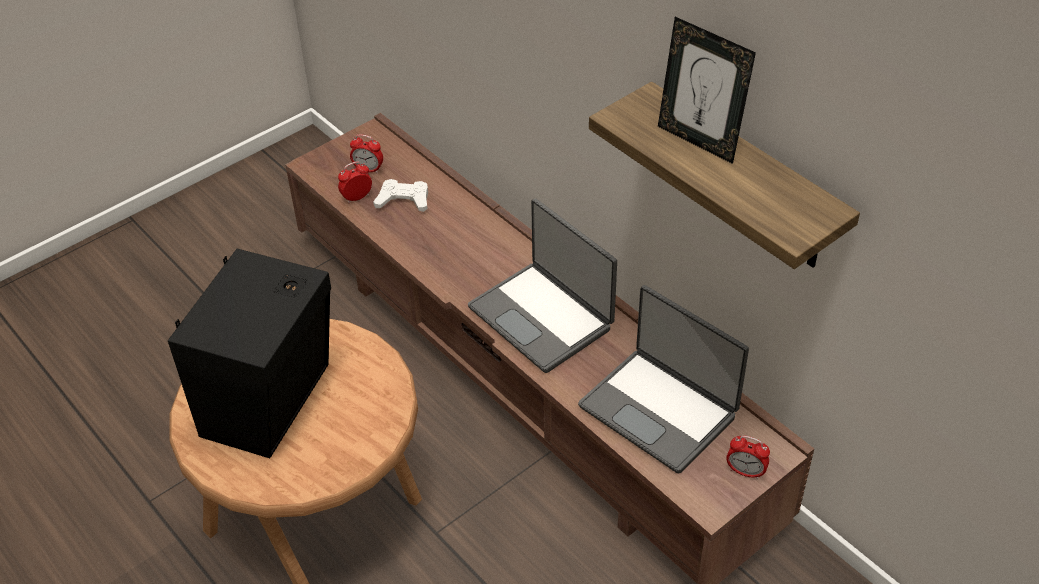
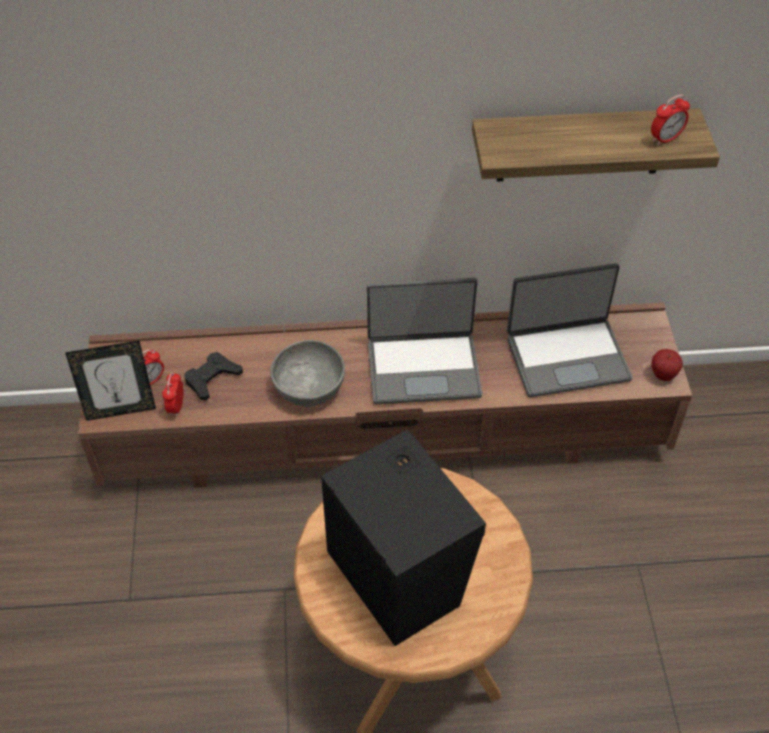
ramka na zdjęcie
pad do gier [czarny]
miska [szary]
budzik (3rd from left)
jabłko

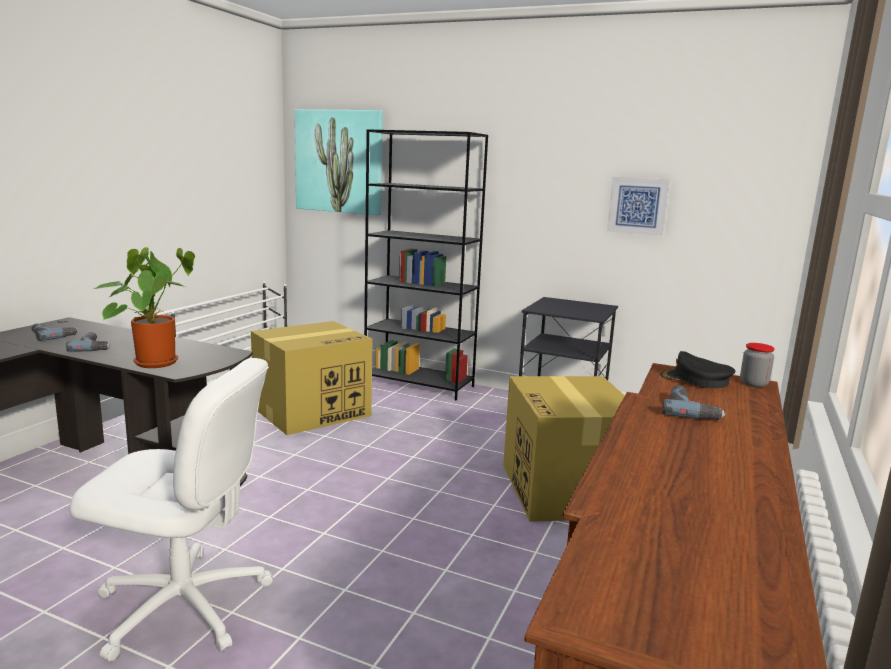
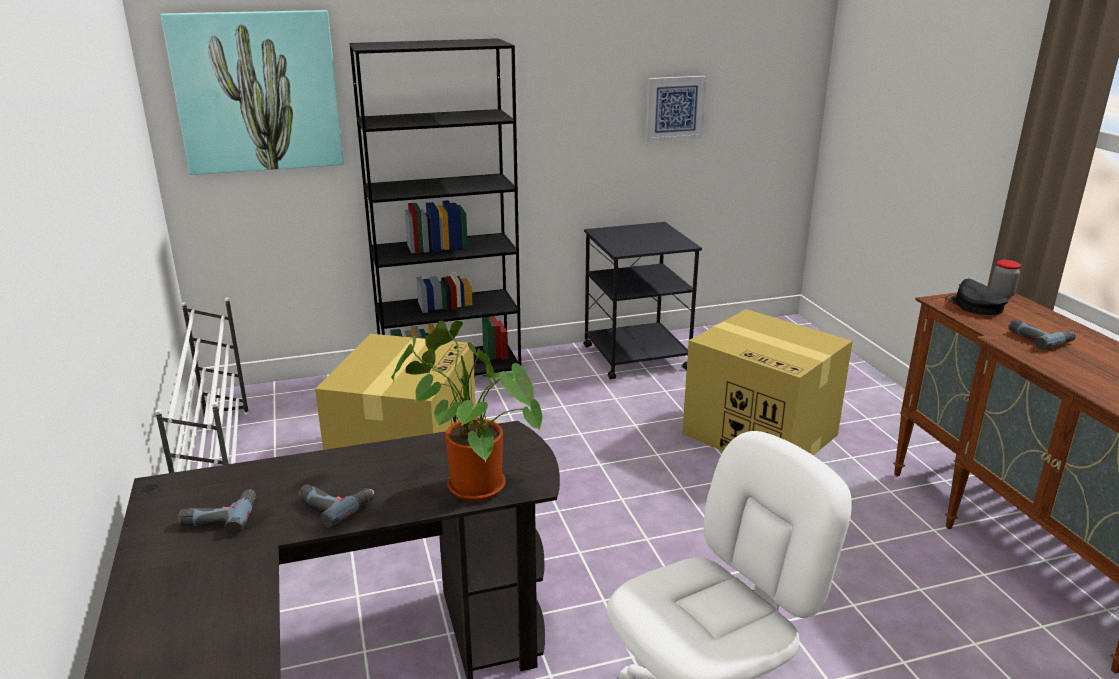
czapka z daszkiem [czarny]

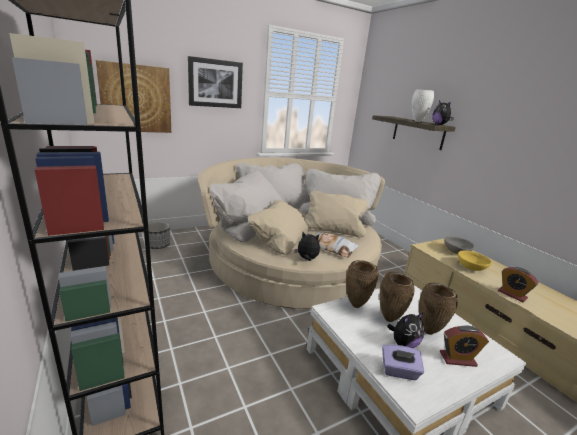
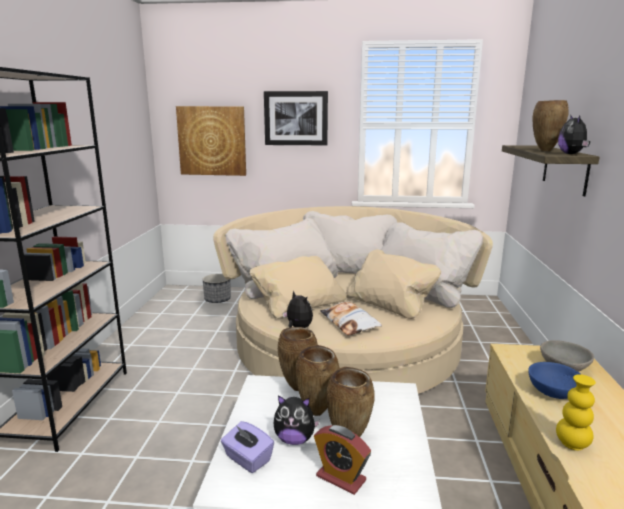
miska [niebieski]
wazon [brązowy] (4th from left)
wazon [żółty]

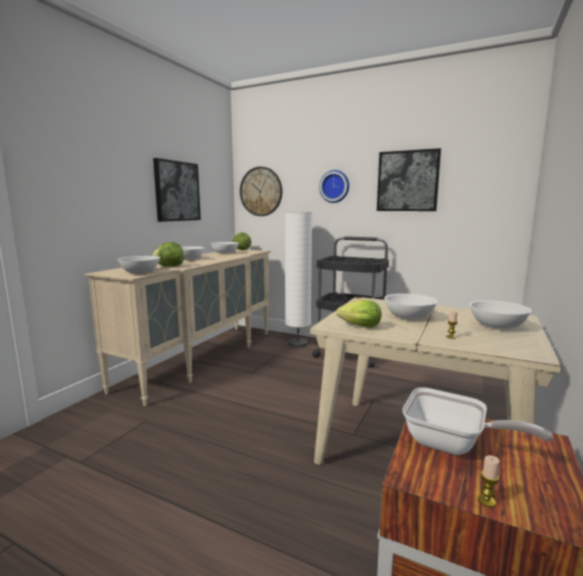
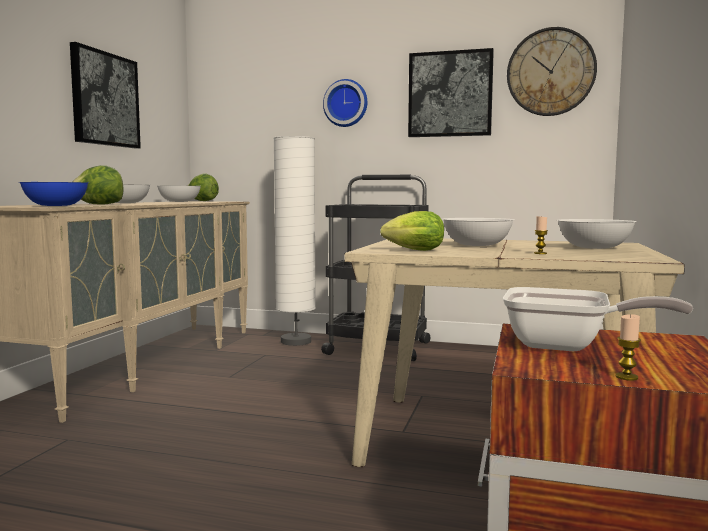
miska [niebieski]
zegar ścienny (2nd from left)

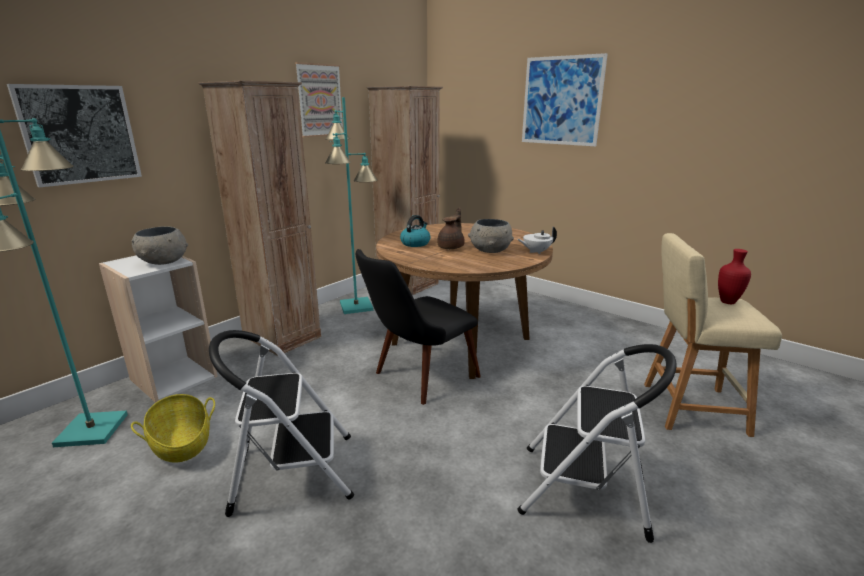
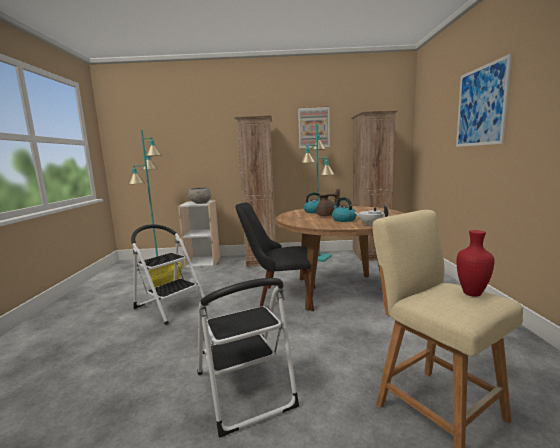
czajnik (2nd from left)
obraz (1st from left in the first image)

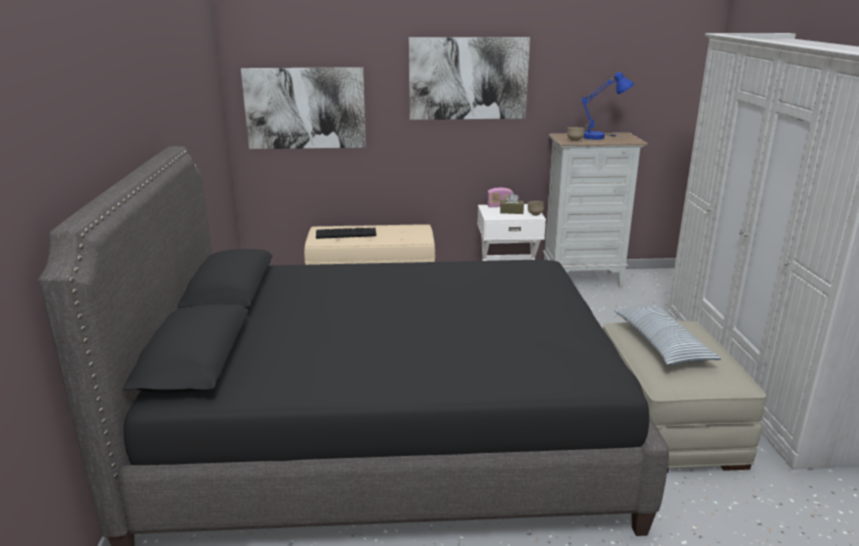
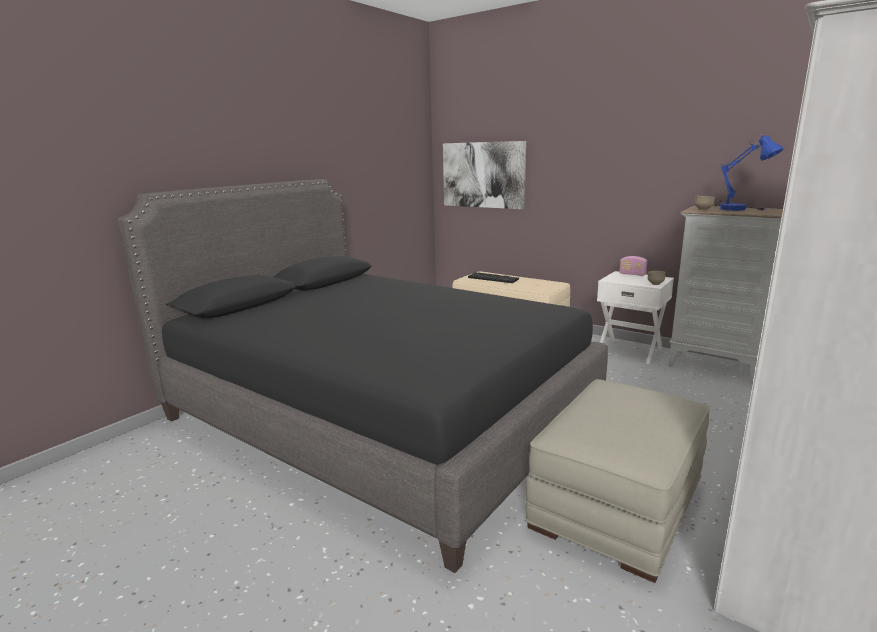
obraz (2nd from left in the first image)
pudełko chusteczek [brązowy]
poduszka

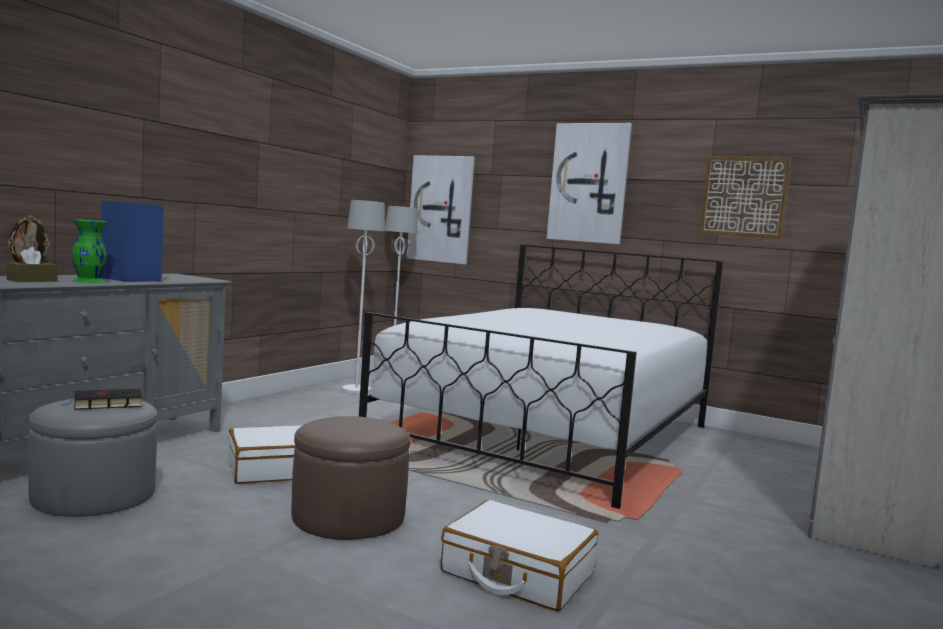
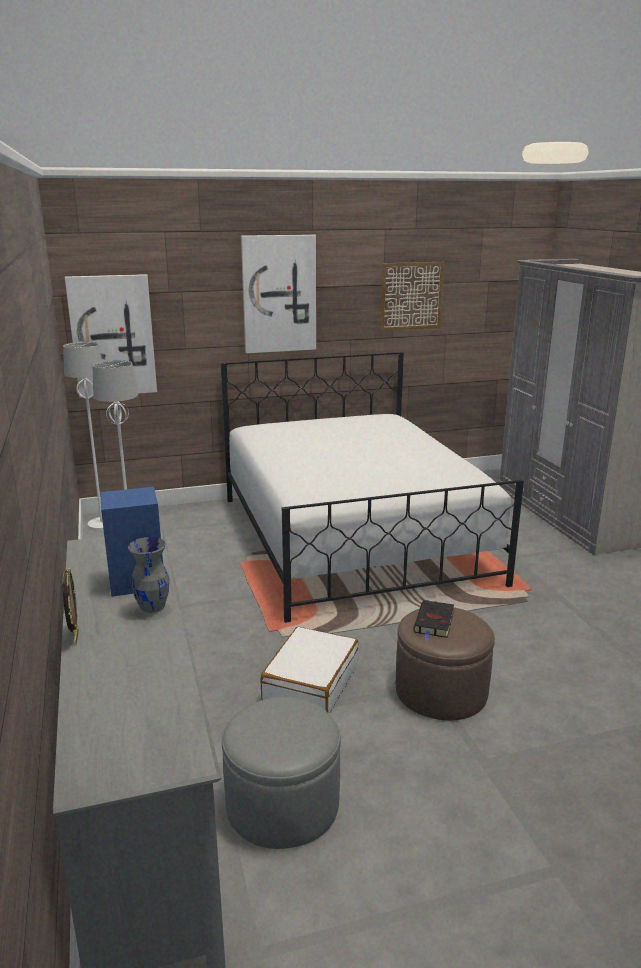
wazon [szary]
książka [czarny]
pudełko chusteczek [brązowy]
walizka [biały] (2nd from left in the first image)

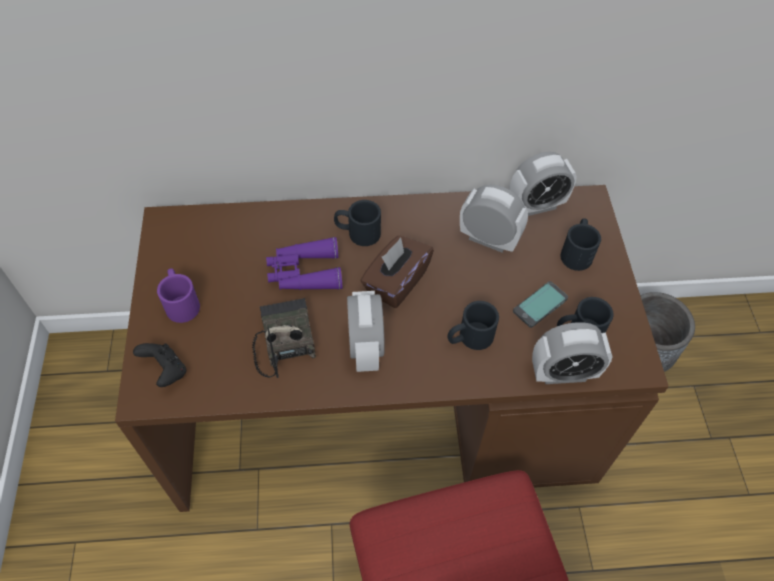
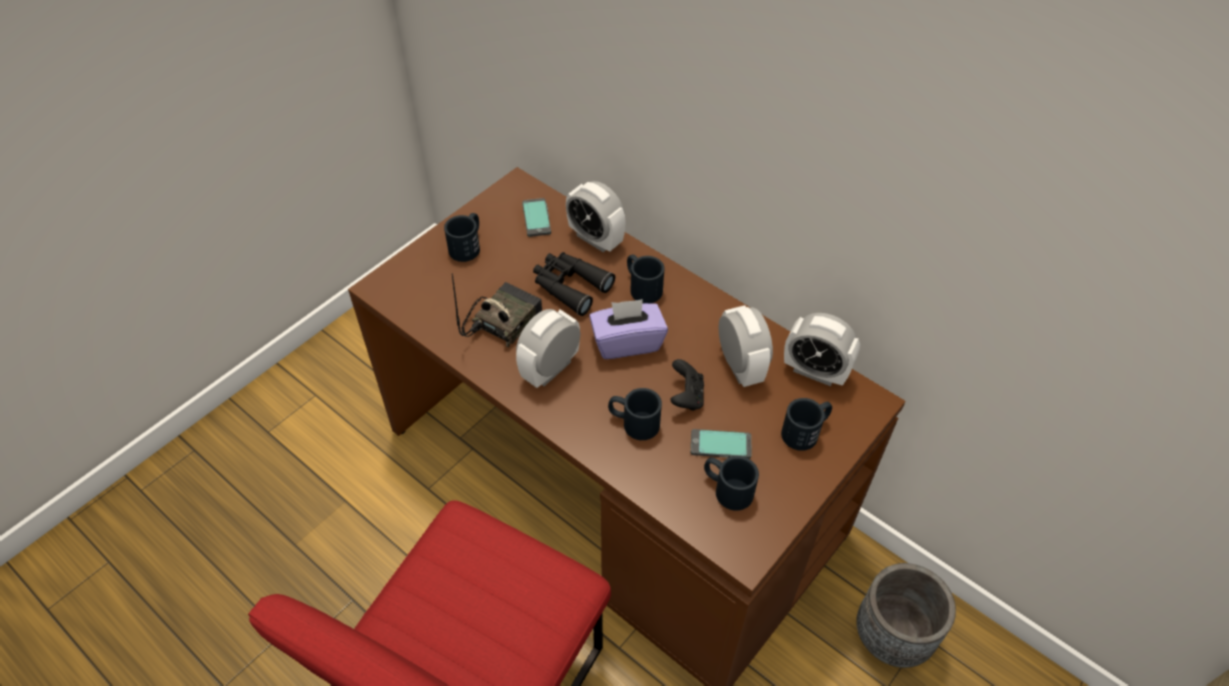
kubek [czarny] (1st from left)
telefon (1st from left)
lornetka [czarny]
budzik (2nd from left)
pudełko chusteczek [fioletowy]
pad do gier [czarny]

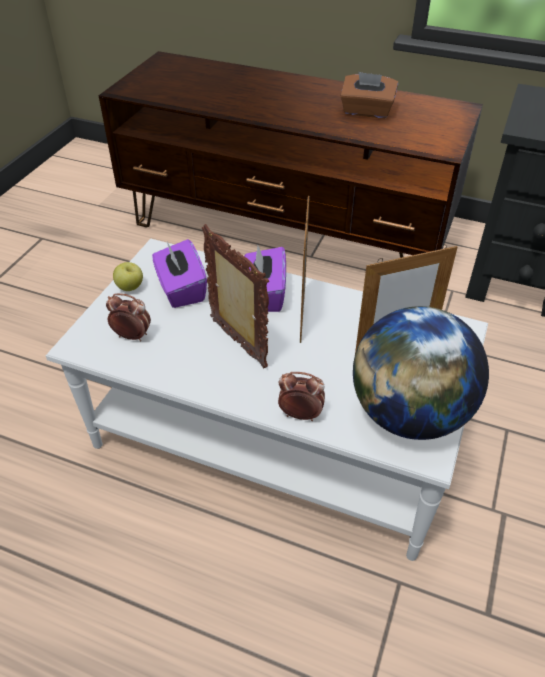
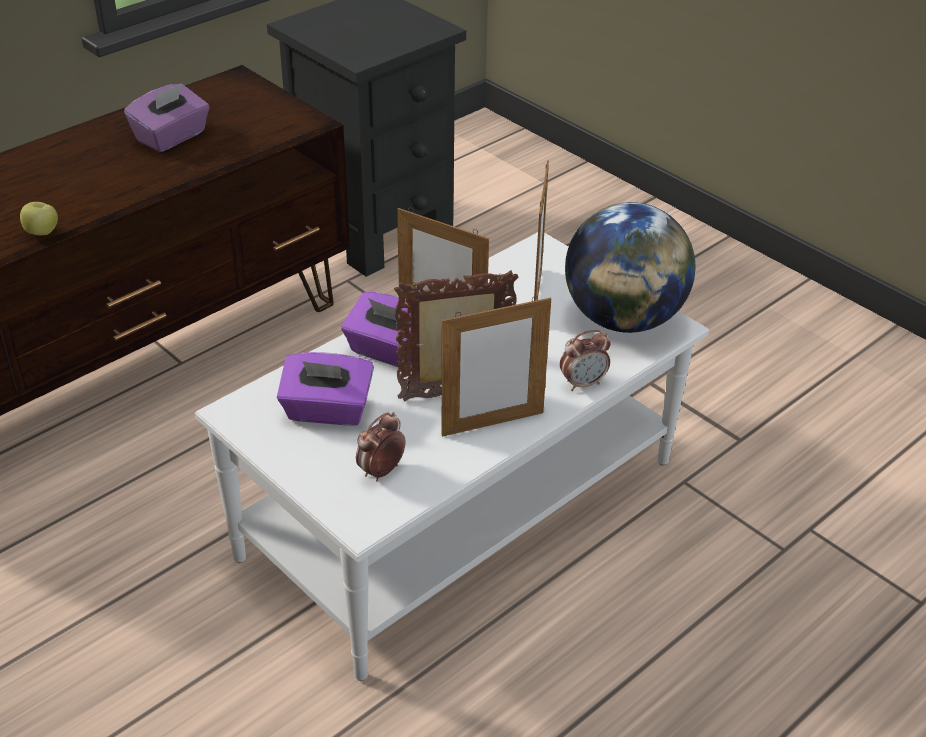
jabłko
pudełko chusteczek [fioletowy] (1st from left)
ramka na zdjęcie (3rd from left)
budzik (2nd from left)

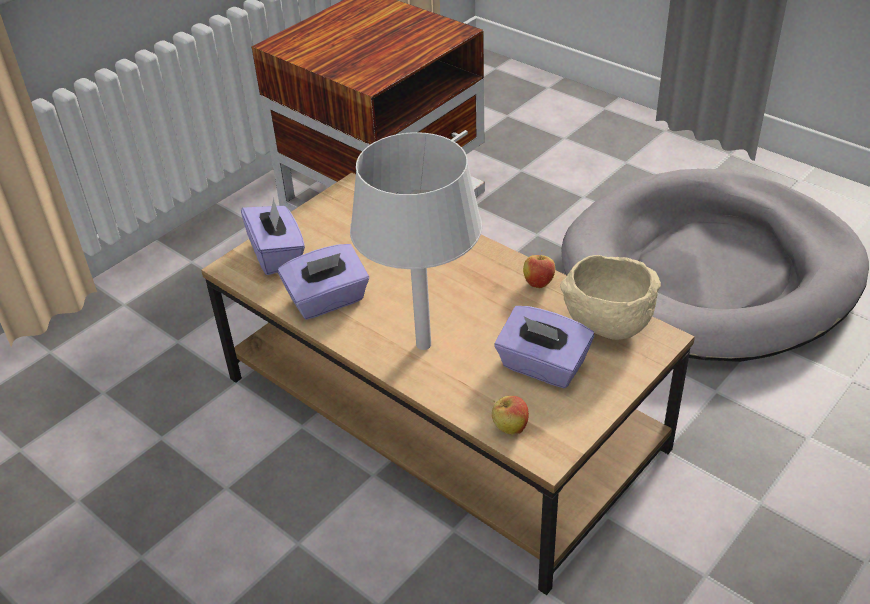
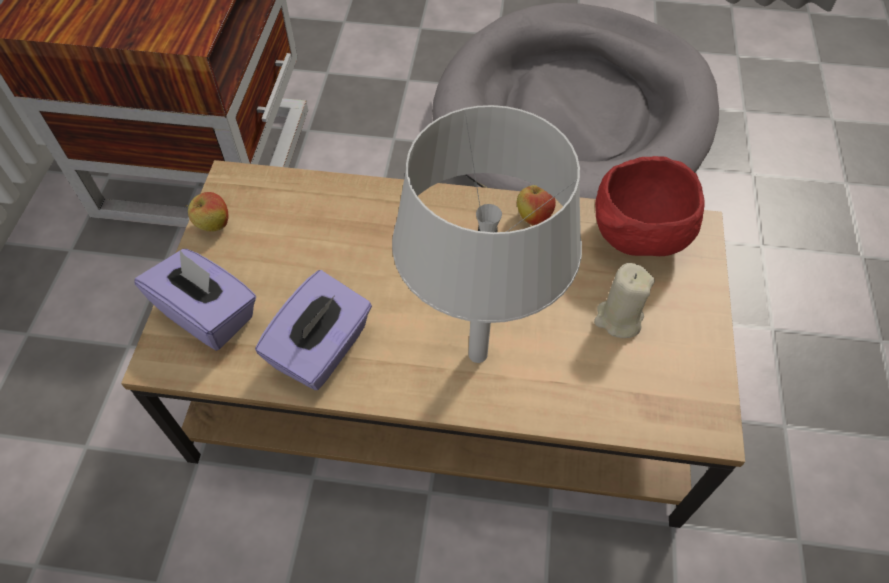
jabłko (1st from left)
świeca [beżowy]
miska [czerwony]

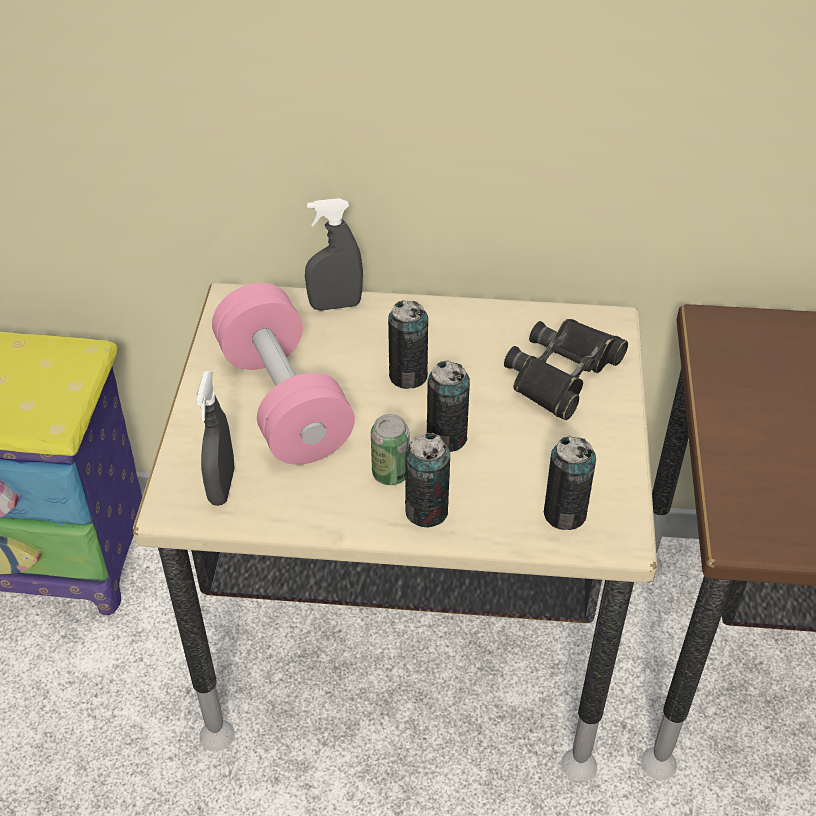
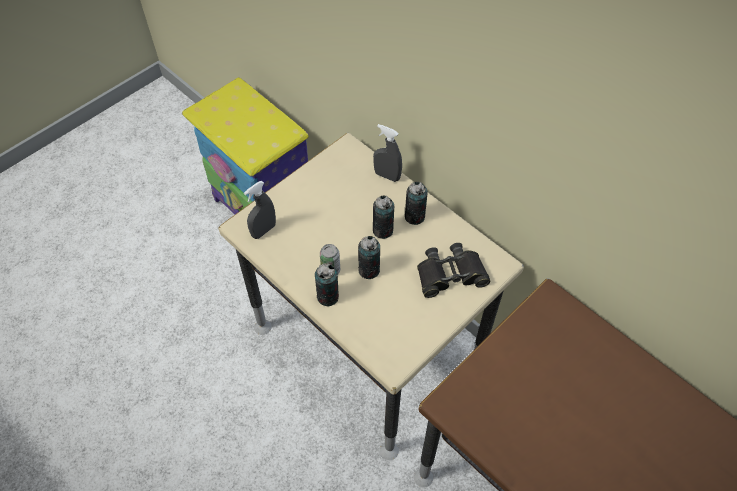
puszka (5th from left)
hantel [różowy]

